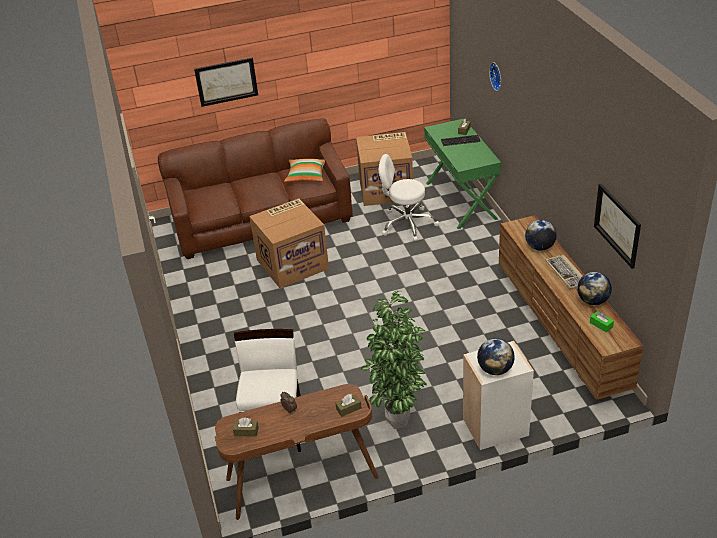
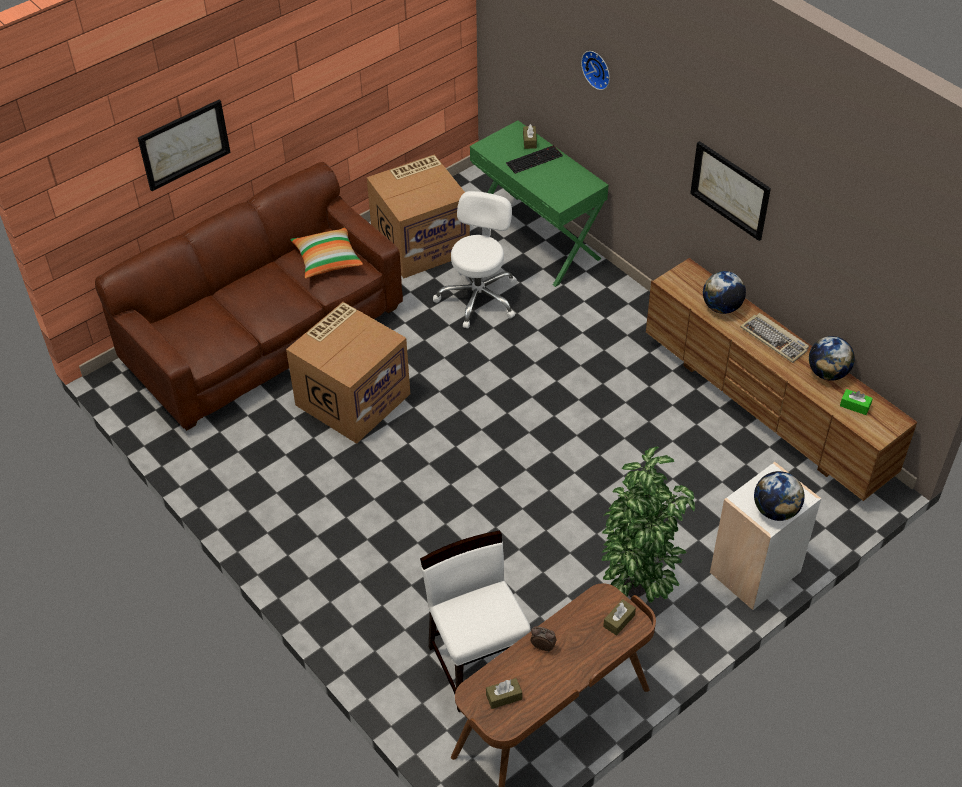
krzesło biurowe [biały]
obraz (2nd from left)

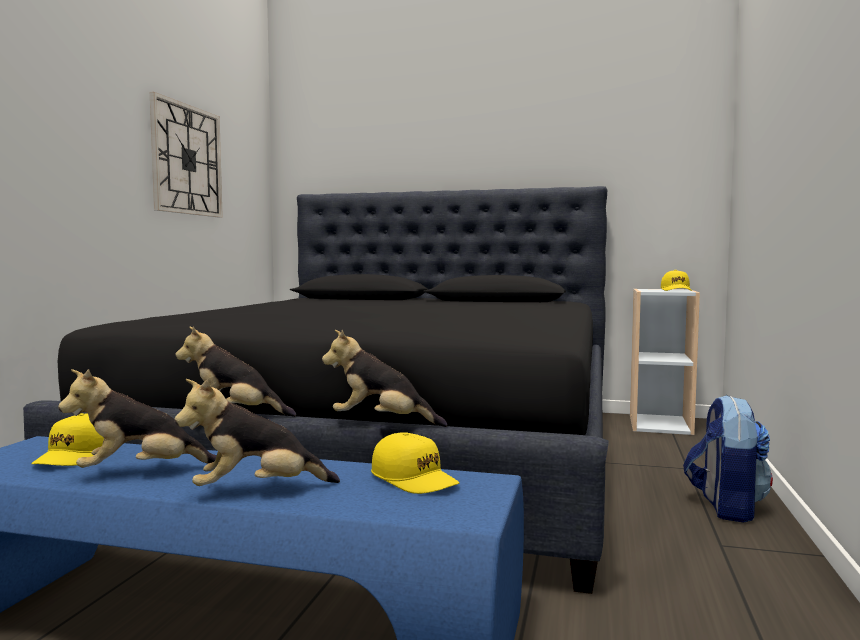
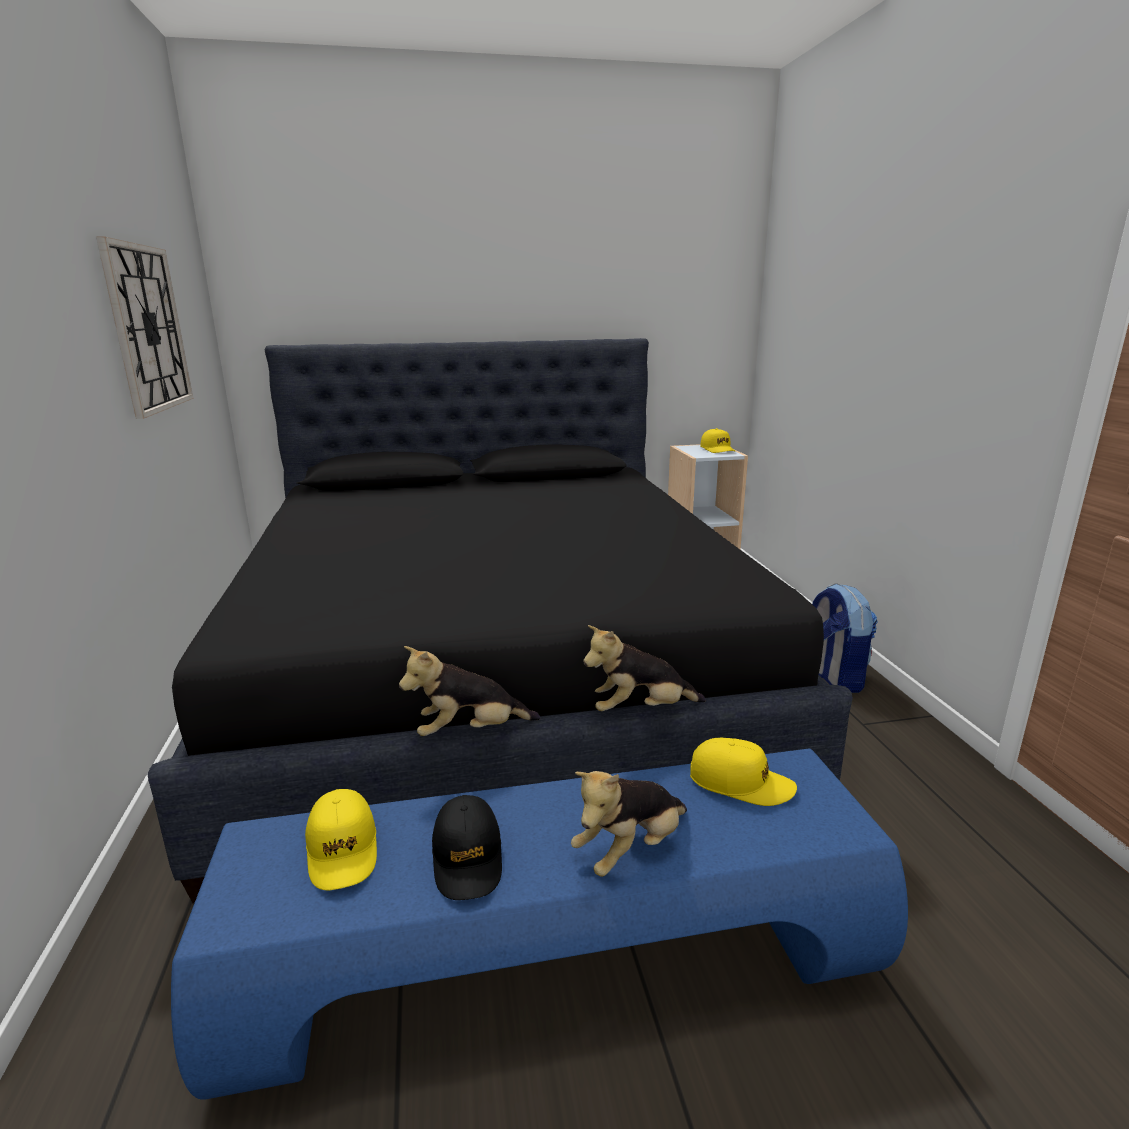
czapka z daszkiem [czarny]

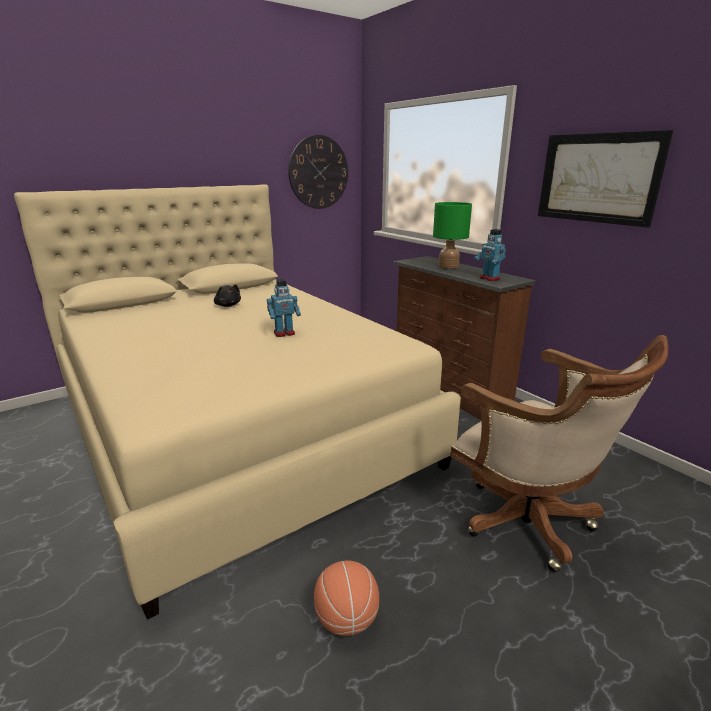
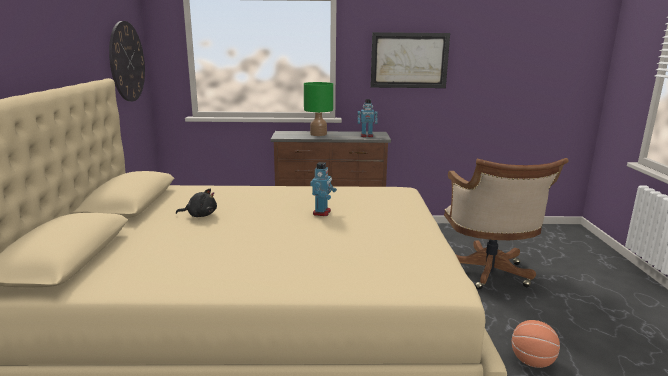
krzesło biurowe

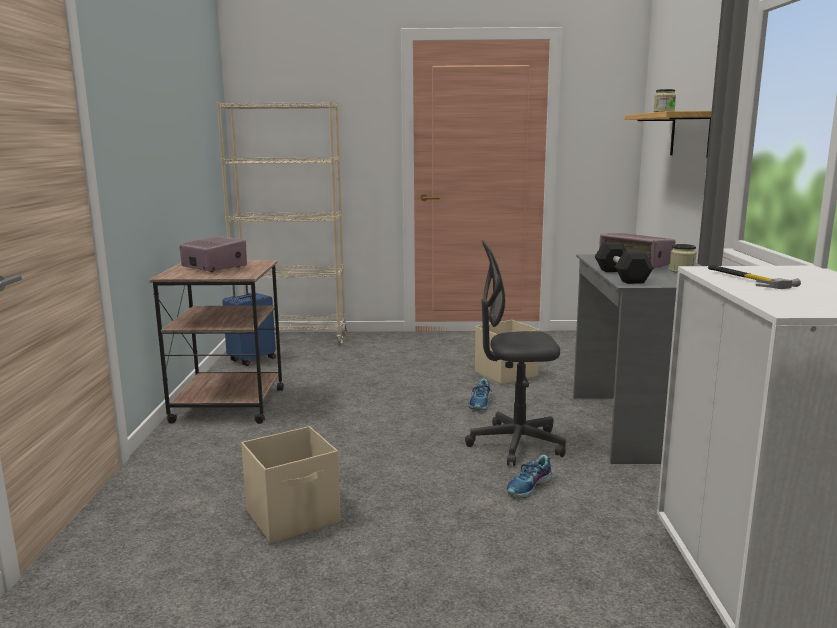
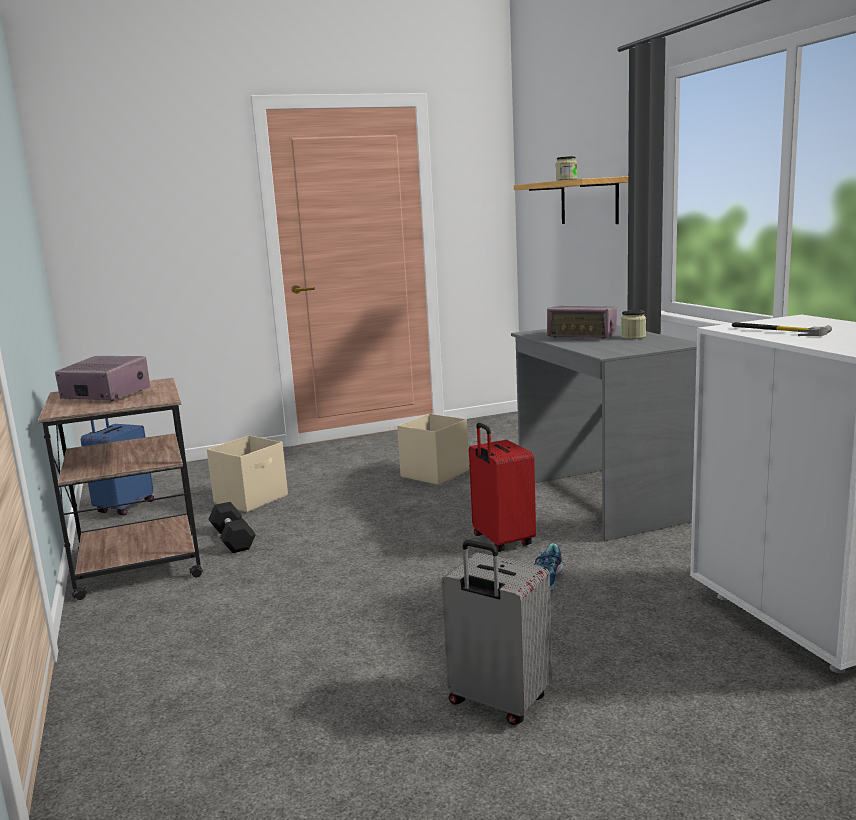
pojemnik do przechowywania [beżowy] (1st from left)
hantel [czarny]
walizka [szary]
walizka [czerwony]
regał [beżowy]
but (1st from left in the first image)

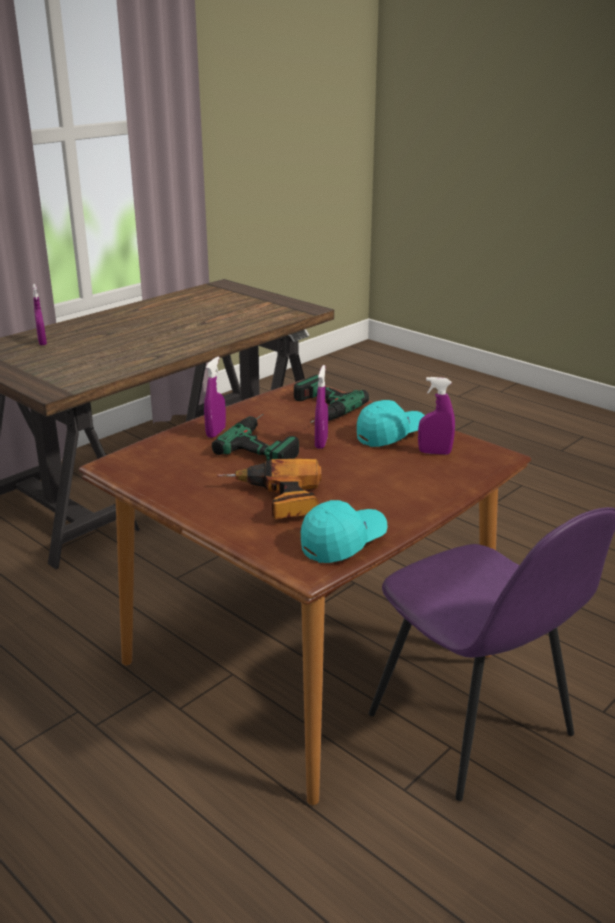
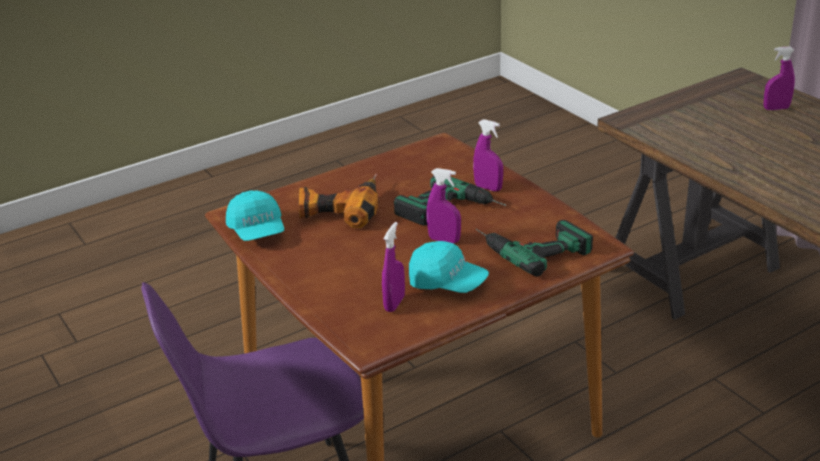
czapka z daszkiem [turkusowy] (2nd from left)

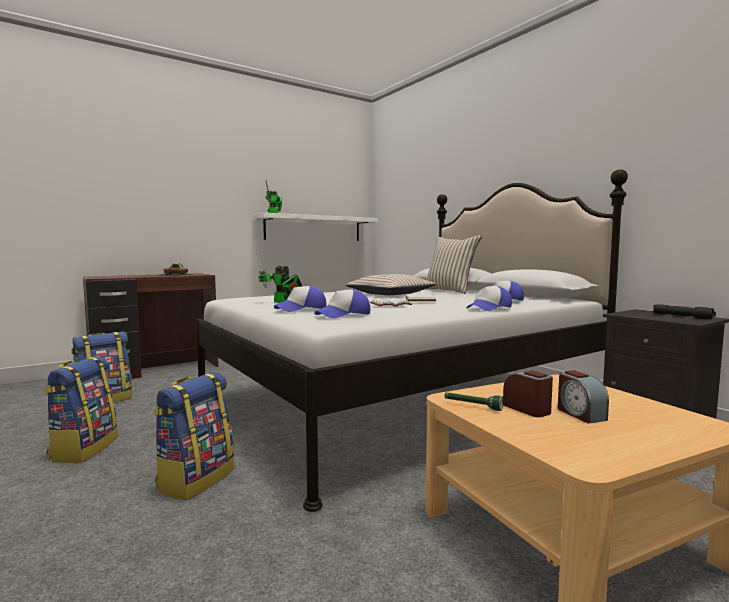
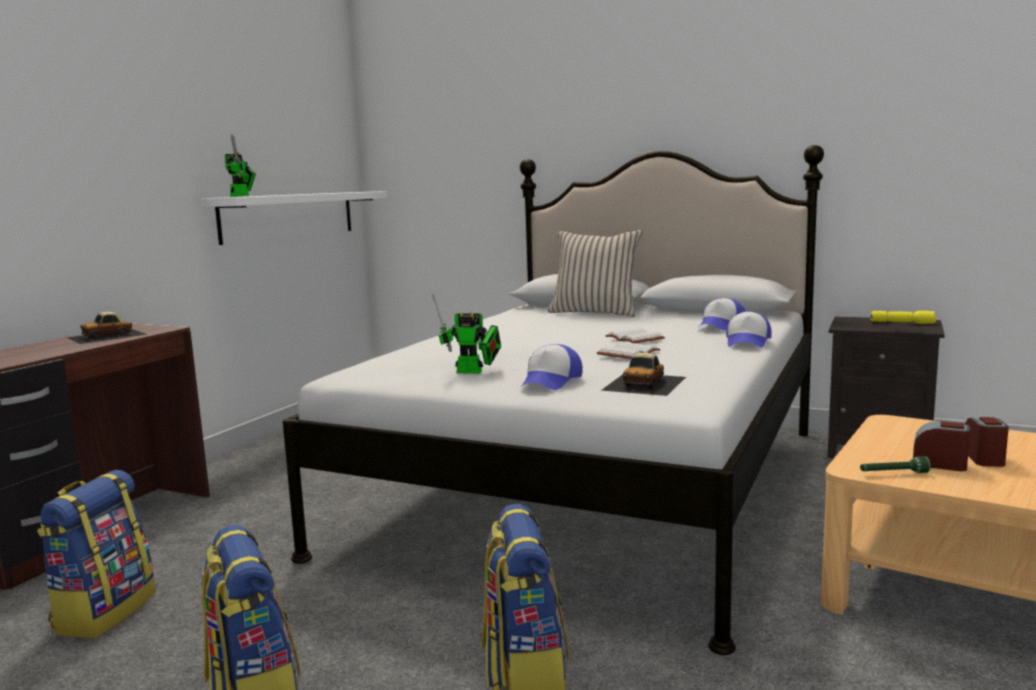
samochodzik (2nd from left)
latarka [żółty]
budzik (2nd from left)
poduszka [beżowy] (1st from left in the first image)

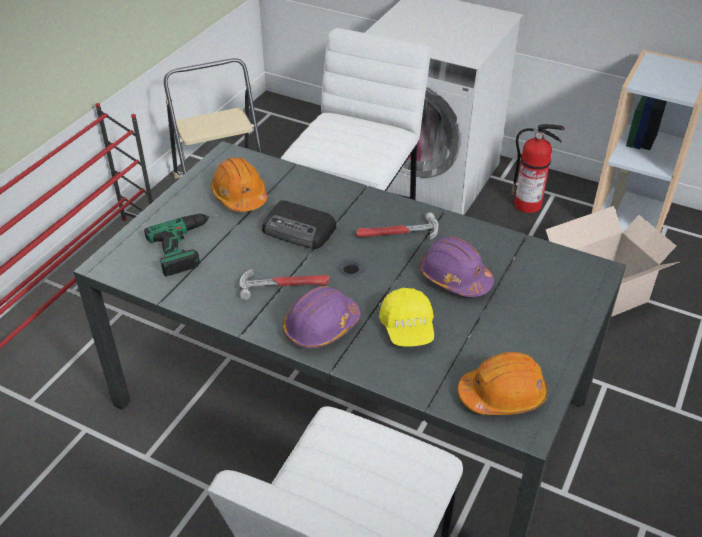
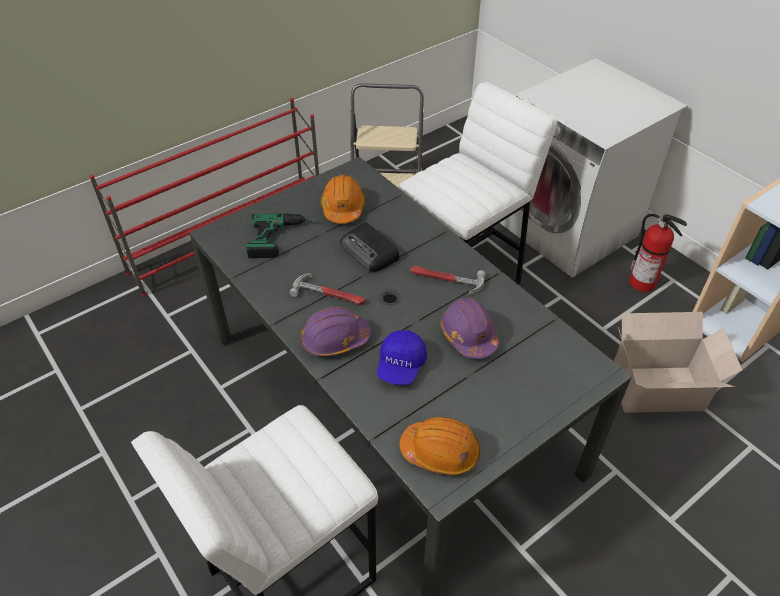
czapka z daszkiem [niebieski]

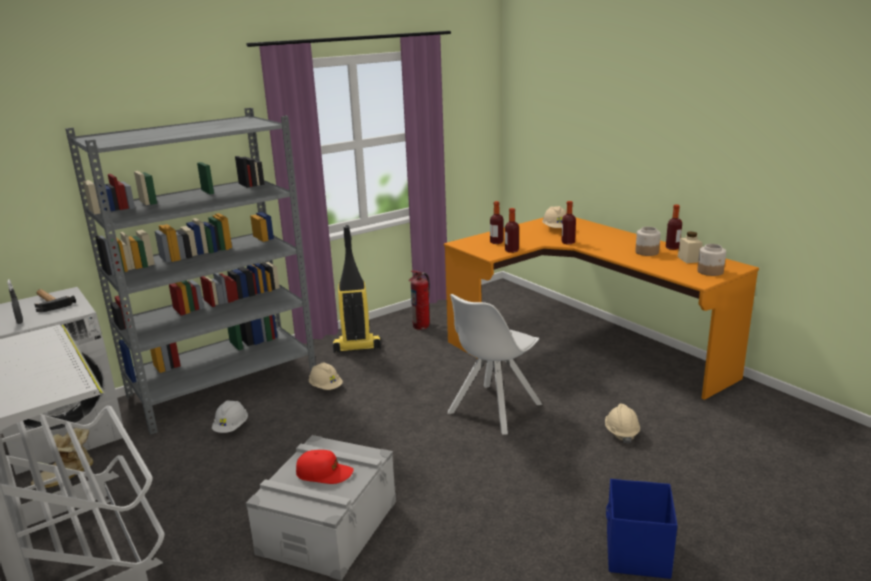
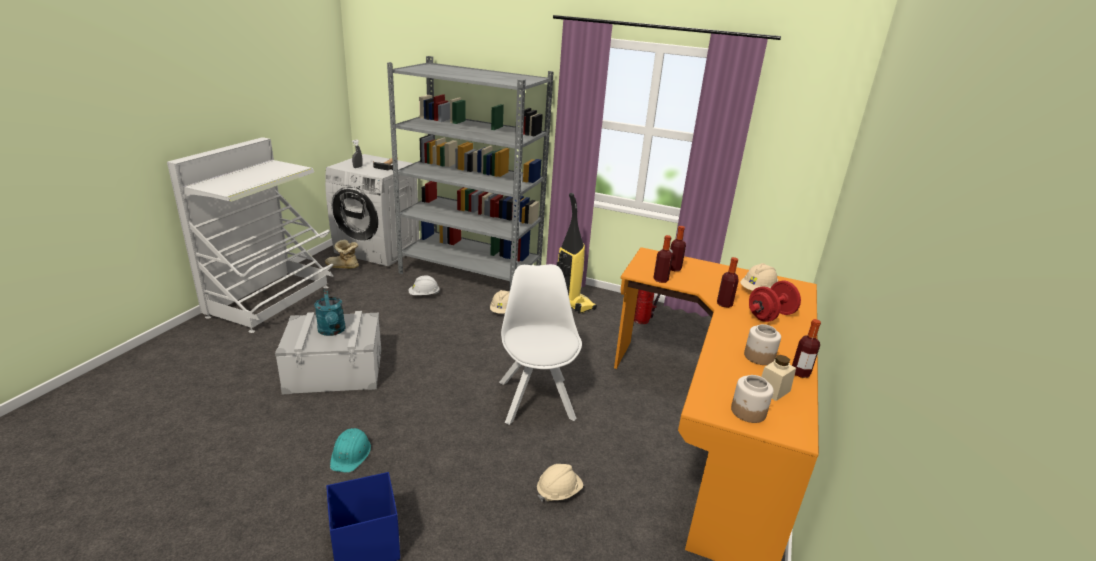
konewka [turkusowy]
kask [turkusowy]
krzesło [biały]
hantel [czerwony]

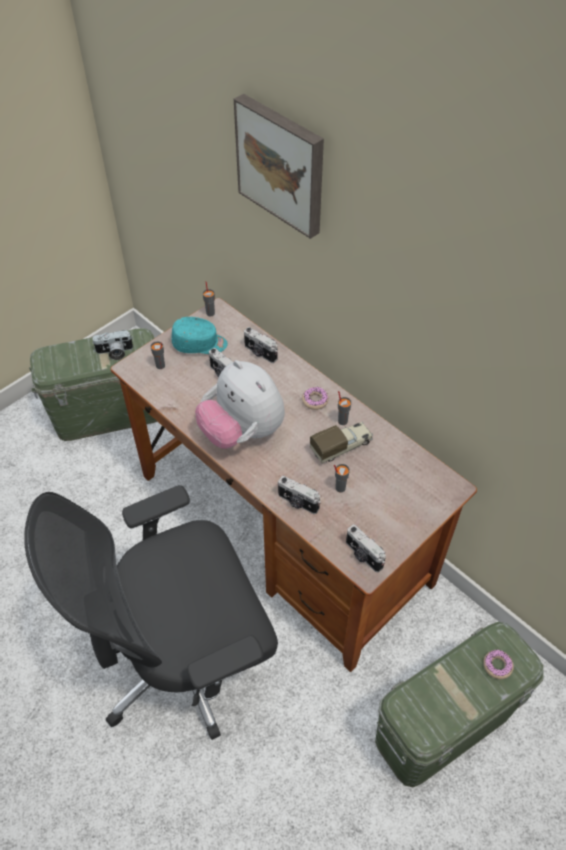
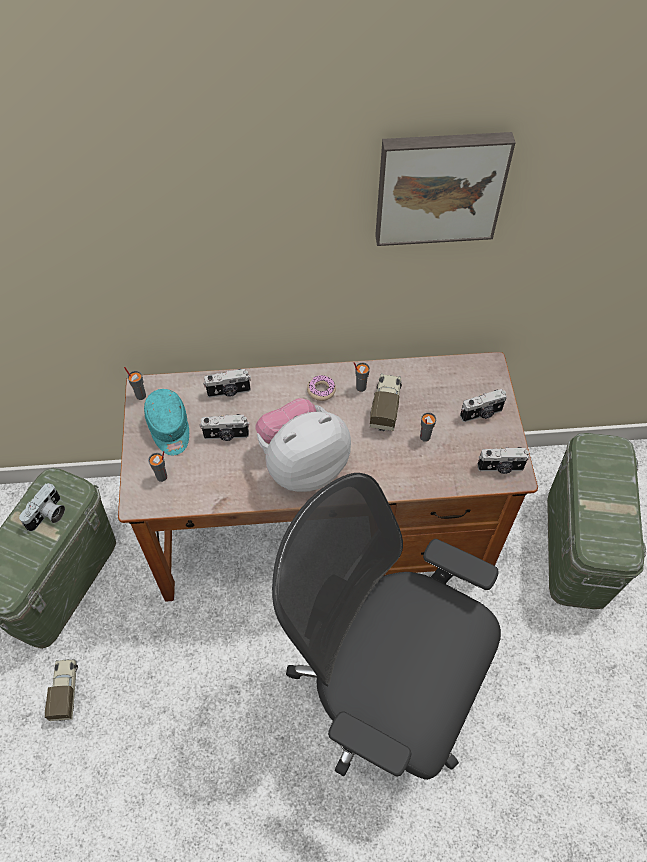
ciężarówka zabawkowa (1st from left)
czapka z daszkiem [turkusowy]
pluszak
krzesło biurowe
obraz
aparat fotograficzny (4th from left)
donut (2nd from left in the first image)

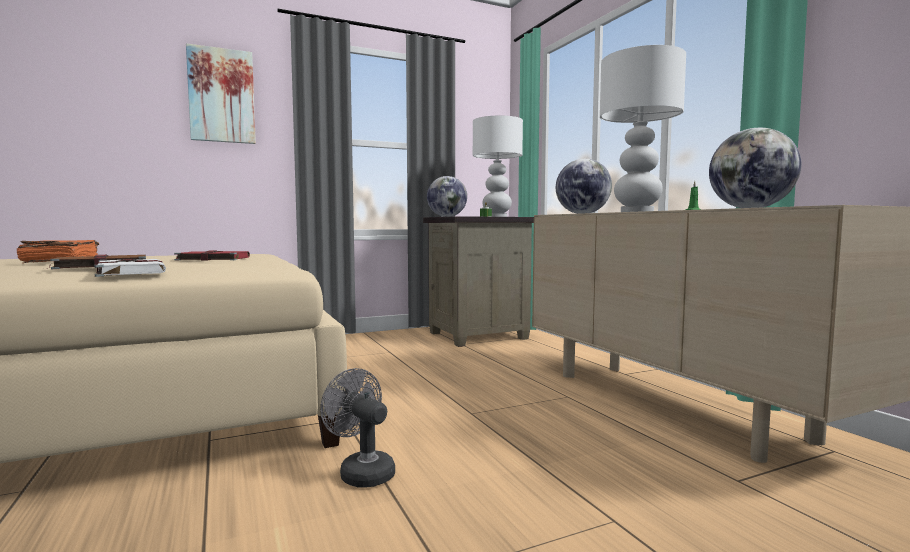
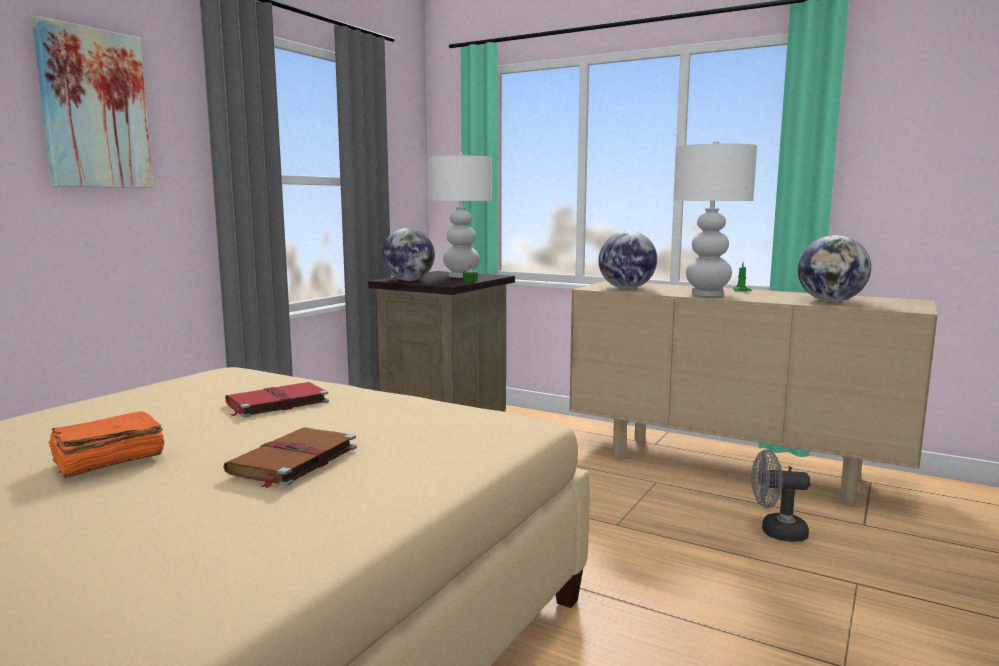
wentylator [szary]
książka [biały]

